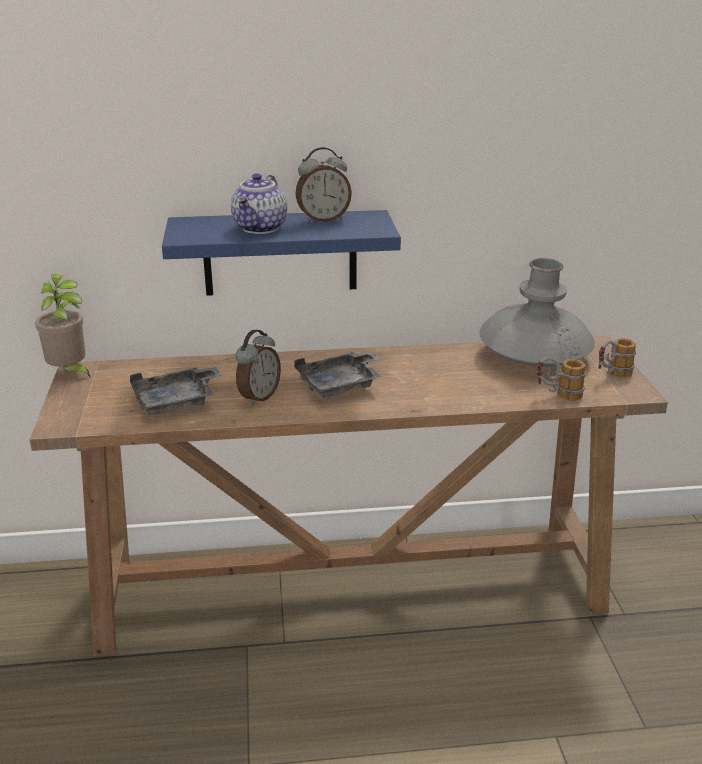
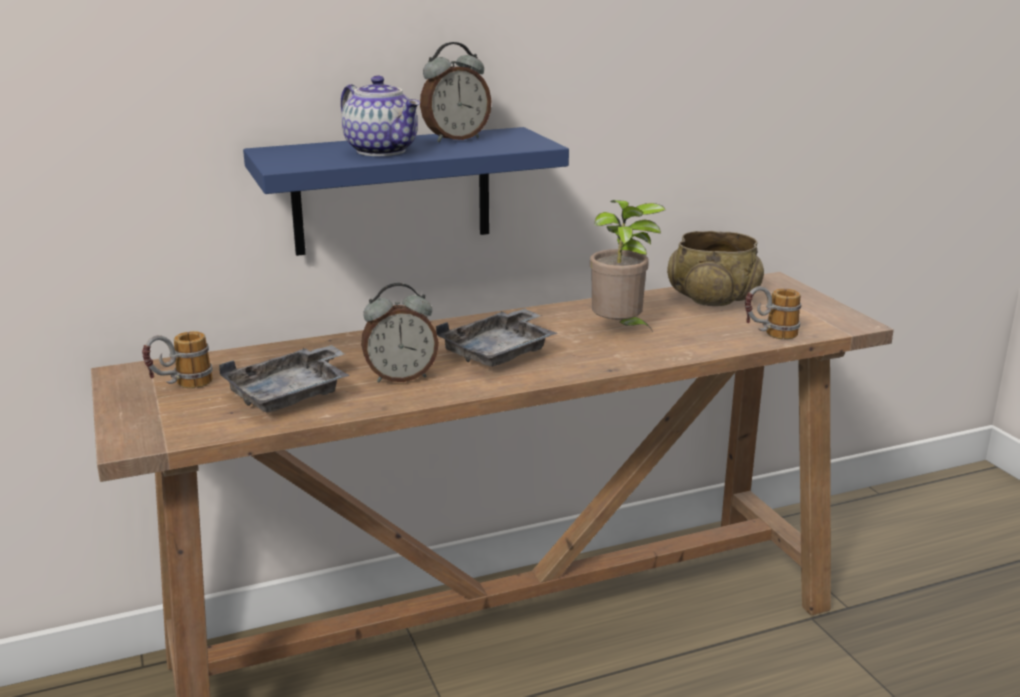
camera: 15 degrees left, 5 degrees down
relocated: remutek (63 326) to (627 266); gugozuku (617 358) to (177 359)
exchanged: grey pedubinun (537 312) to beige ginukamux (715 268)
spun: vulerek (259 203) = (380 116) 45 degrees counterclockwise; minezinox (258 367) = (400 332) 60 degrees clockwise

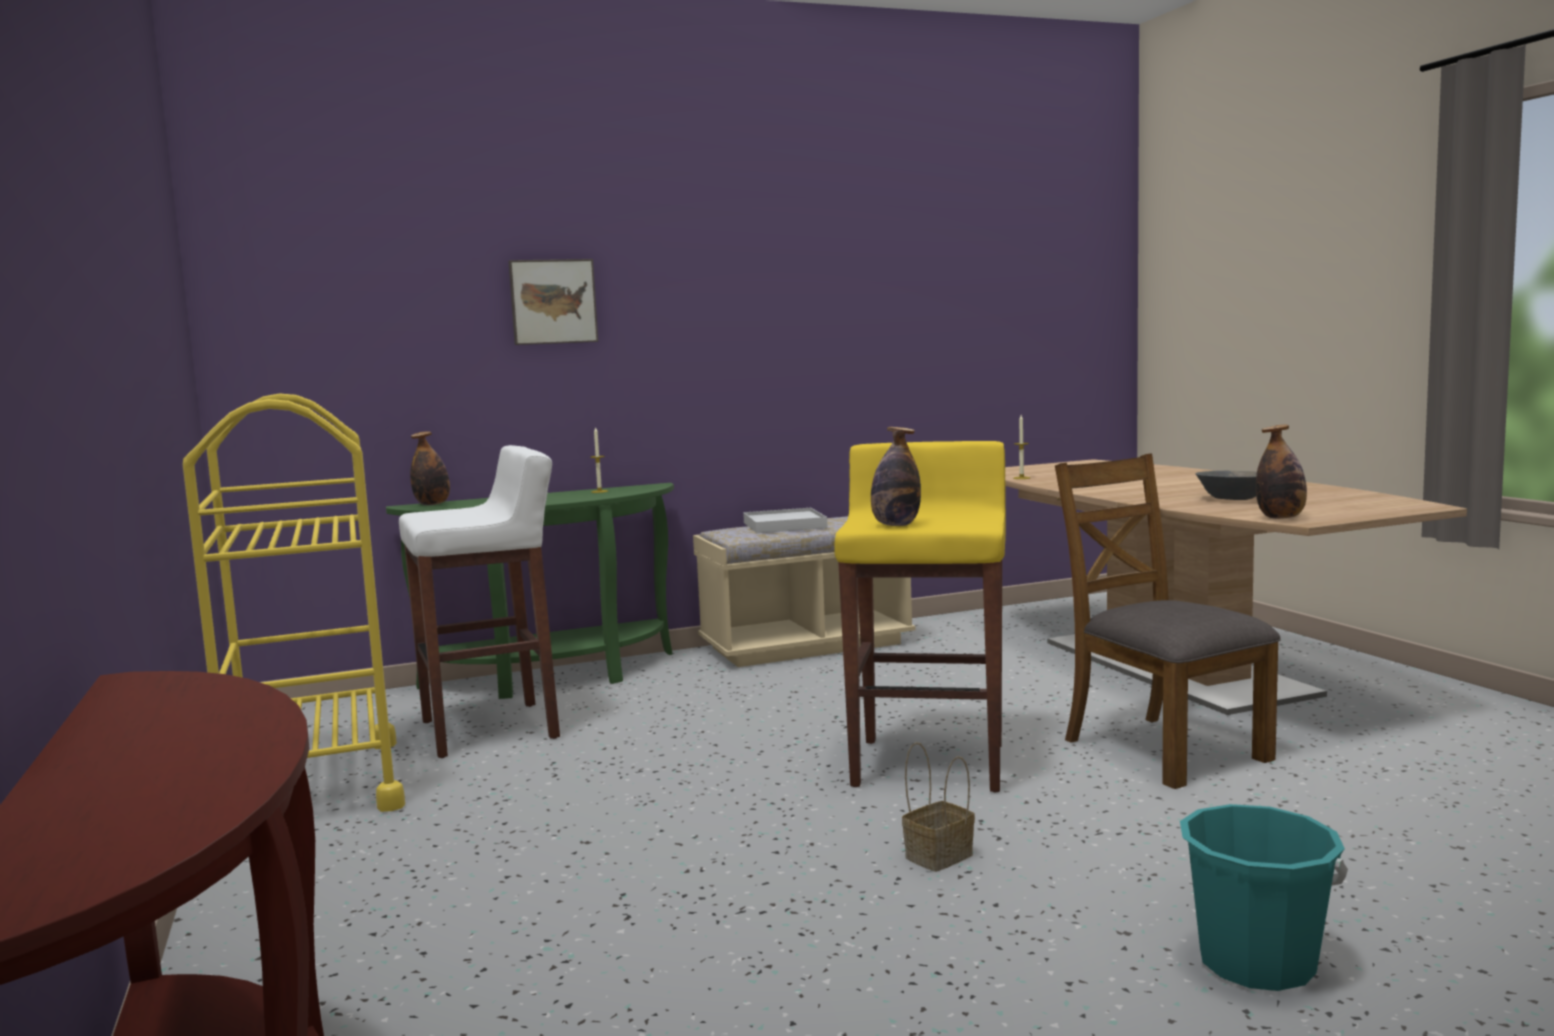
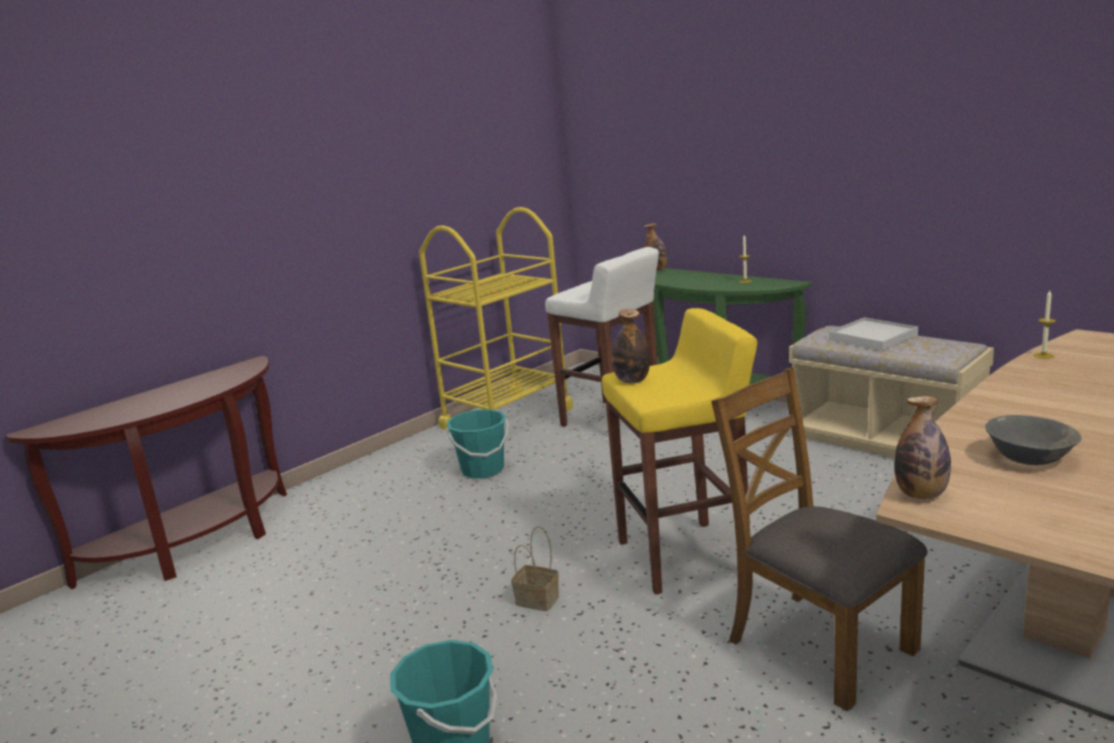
camera: 65 degrees right, 10 degrees up
missing: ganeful (553 302)
appeared: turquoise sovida (477 444)
spun: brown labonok (1168 621) = (819 539) 75 degrees counterclockwise

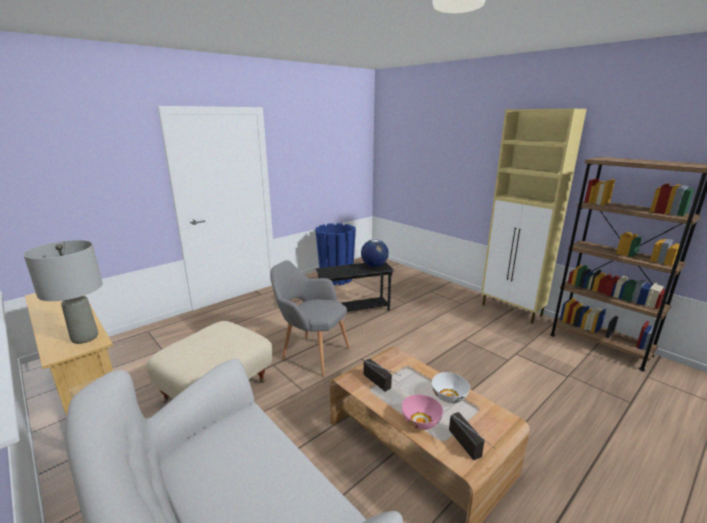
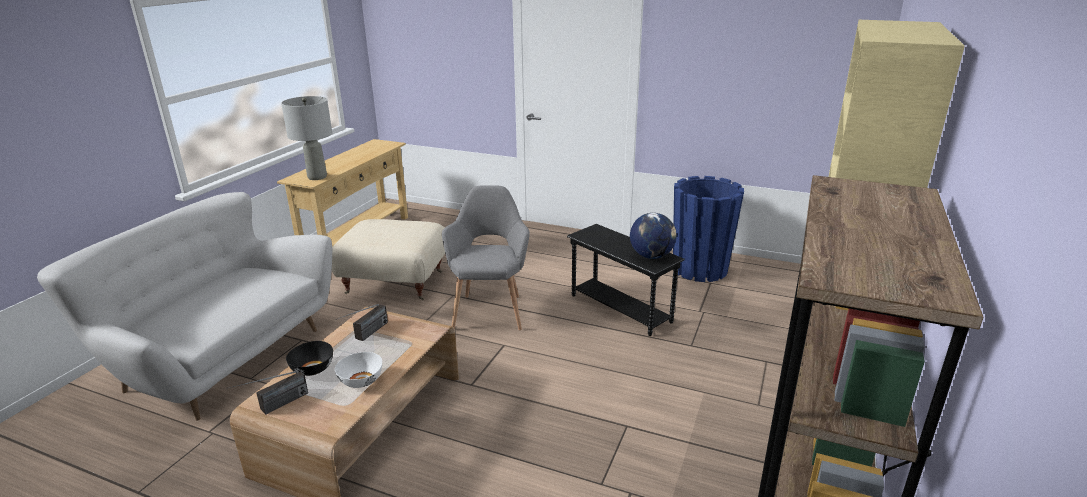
camera: 65 degrees right, 5 degrees up
colour: pink ginukamux (422 412) to black ginukamux (309 358)

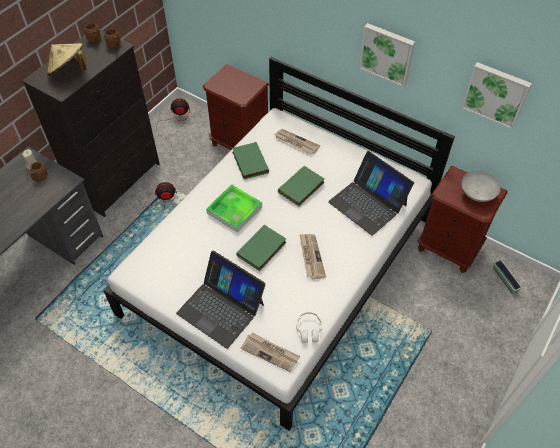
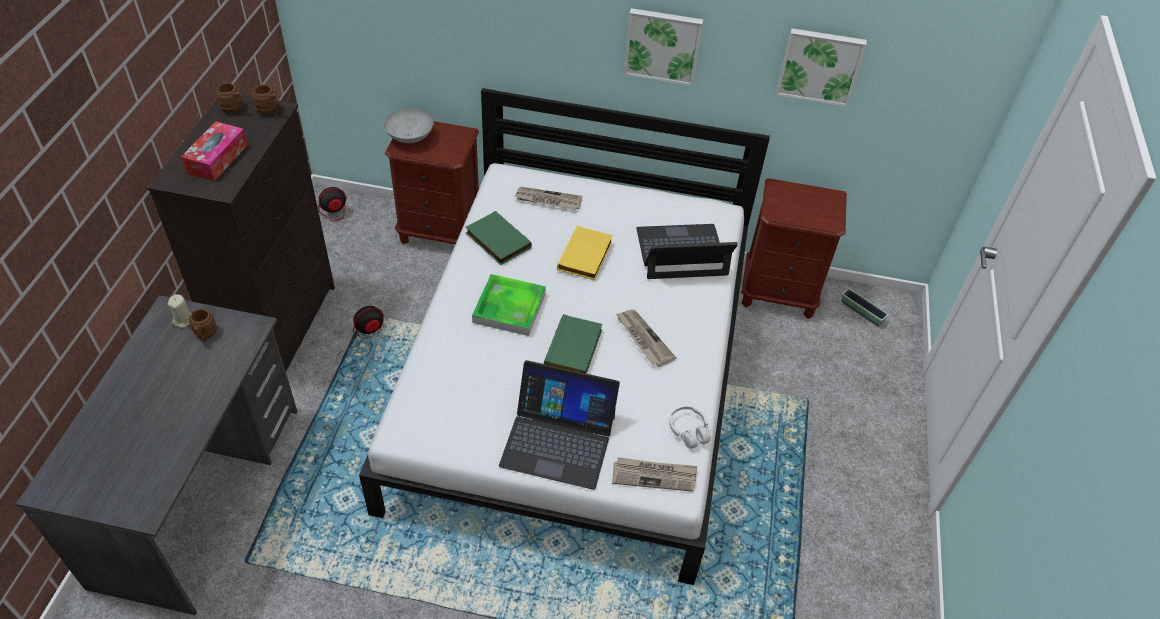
camera: 25 degrees left, 5 degrees down
relocated: grey ginukamux (481 186) to (409 125)
exchanged: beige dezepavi (66 59) to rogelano (214 151)
colour: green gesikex (301 186) to yellow gesikex (585 252)
spun: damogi (371 193) = (687 251) 150 degrees clockwise

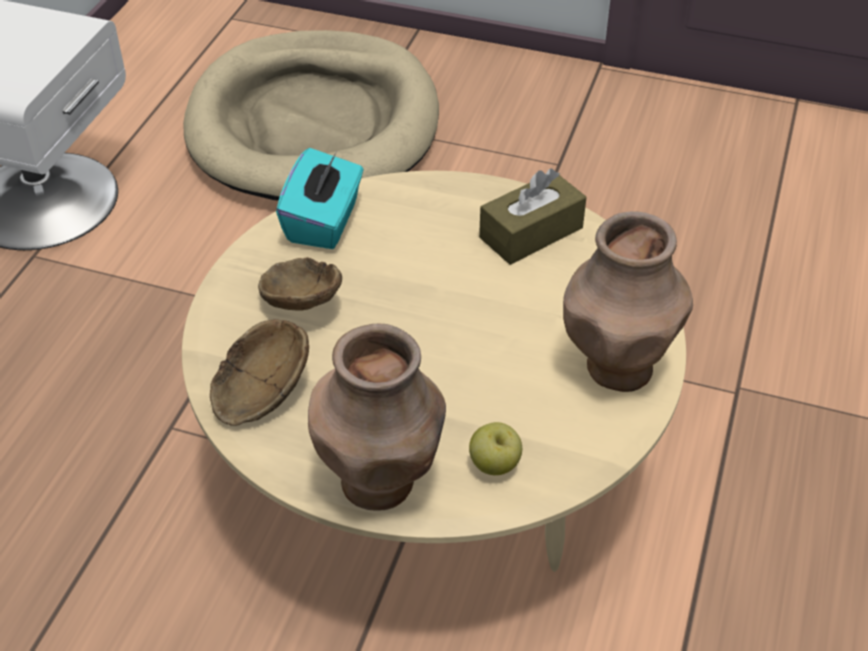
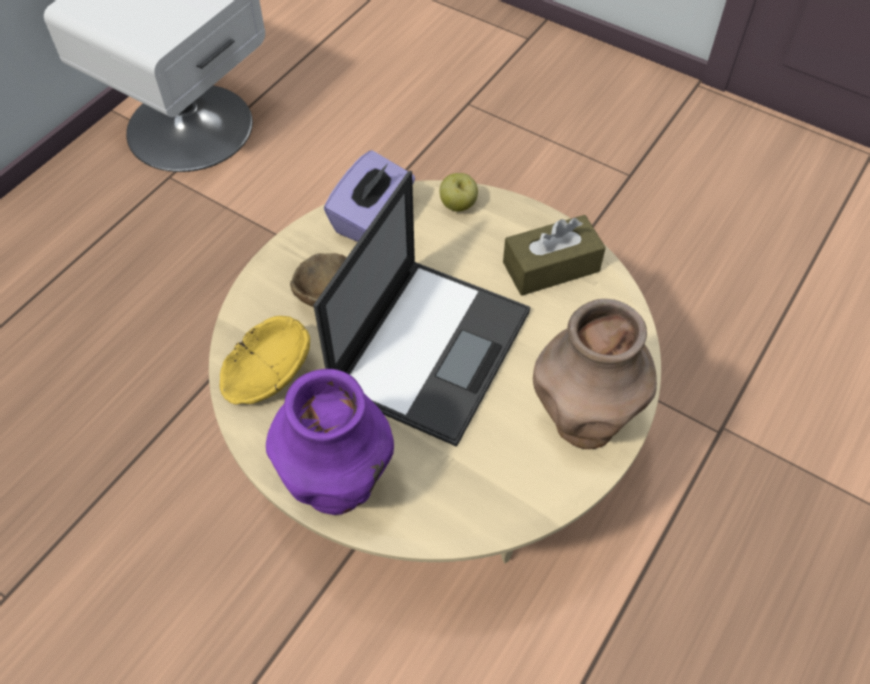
camera: 15 degrees right, 10 degrees up
missing: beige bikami (311 115)
appeared: damogi (421 309)
relocated: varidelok (495 448) to (459 192)
colour: brown ginukamux (259 372) to yellow ginukamux (265 360); turquoise rogelano (319 198) to purple rogelano (369 196); brown pedubinun (377 417) to purple pedubinun (330 442)

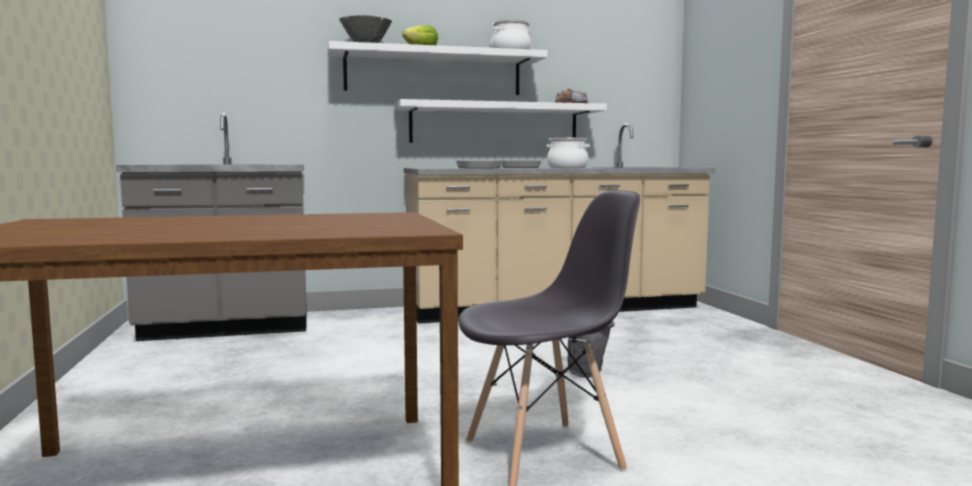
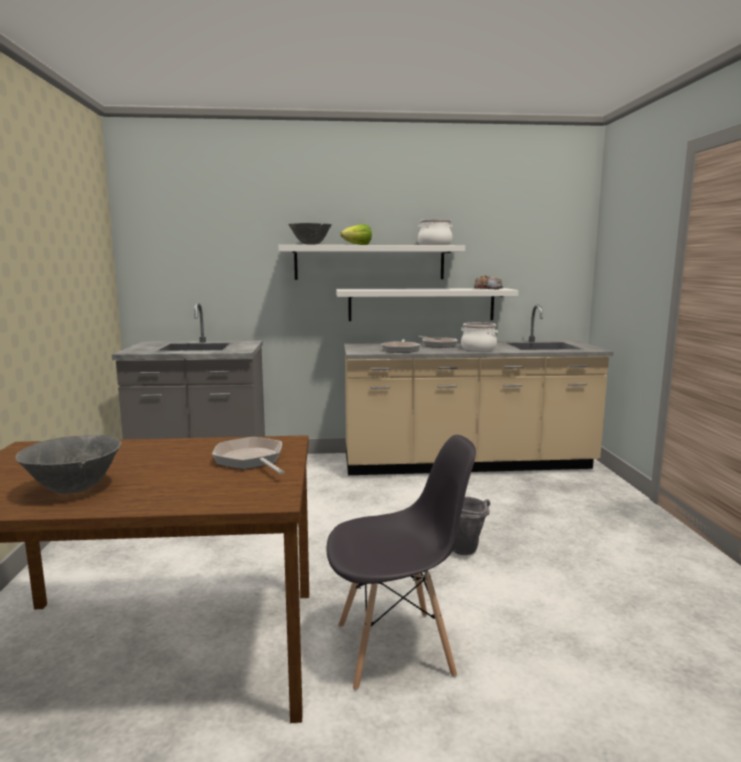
camera: 10 degrees right, 5 degrees up
appeared: grey ginukamux (68 464); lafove (248 455)

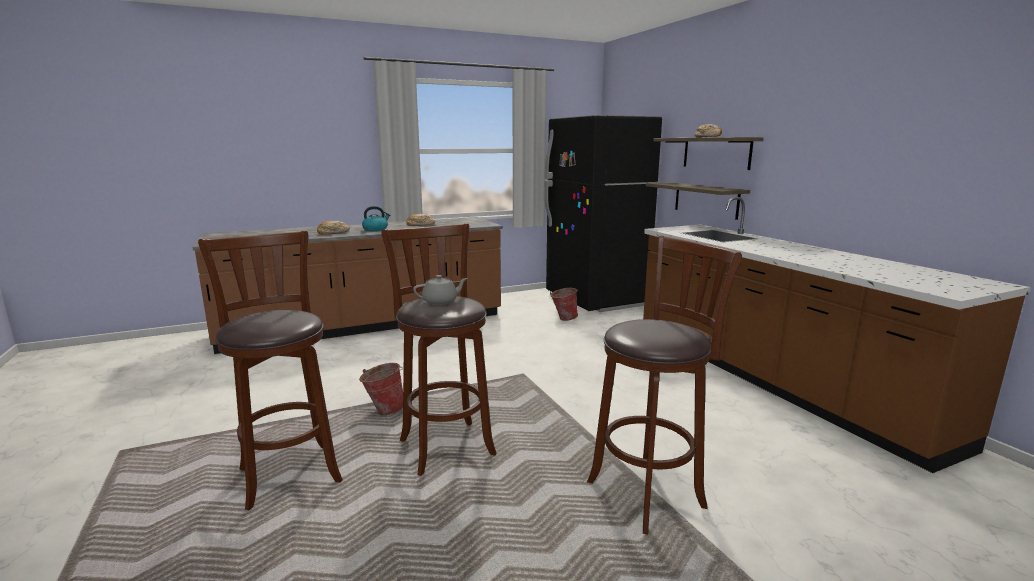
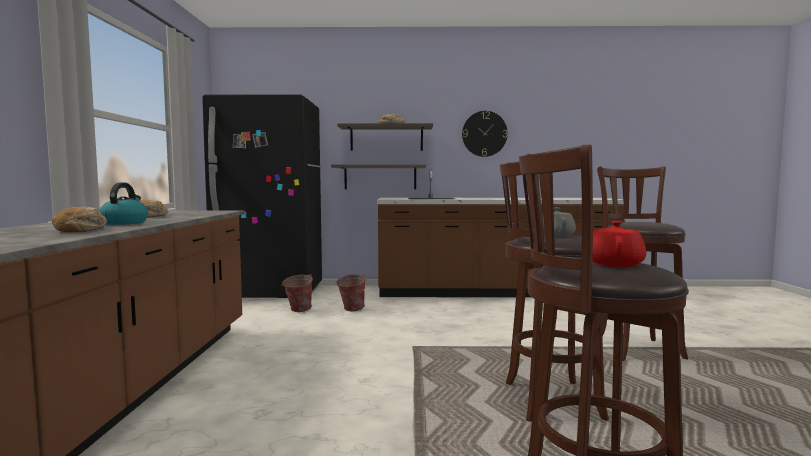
camera: 65 degrees left, 10 degrees down
appeared: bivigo (485 134); red vulerek (619 244)
relocated: sovida (381 389) to (350 292)

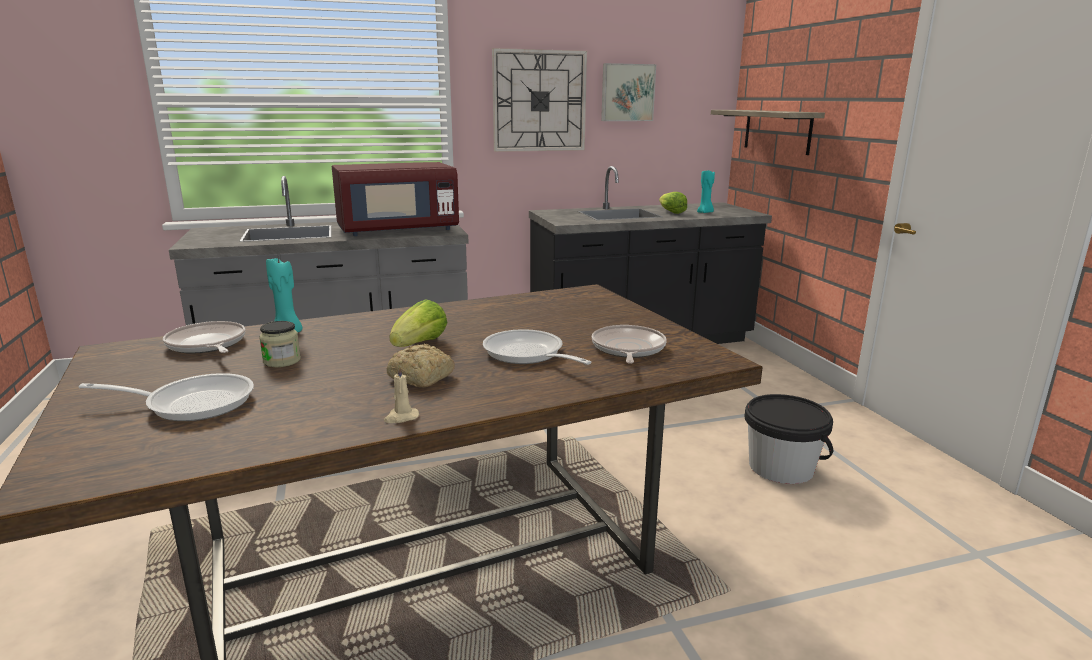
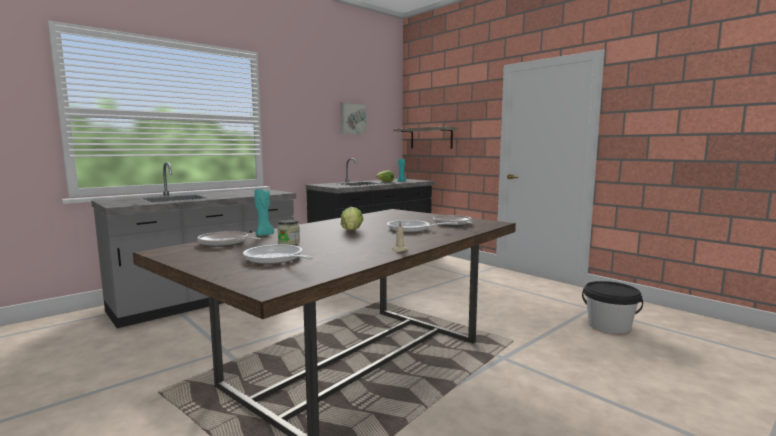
camera: 25 degrees left, 10 degrees down
missing: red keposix (395 199); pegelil (421 365); bivigo (539 100)
relocated: black sovida (788 439) to (612 307)
spun: lafove (166 397) = (278 254) 105 degrees counterclockwise

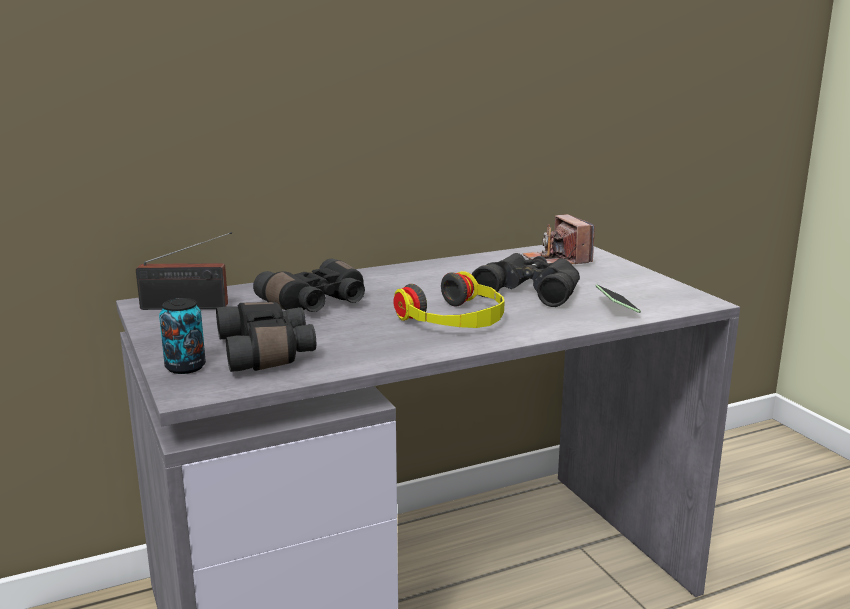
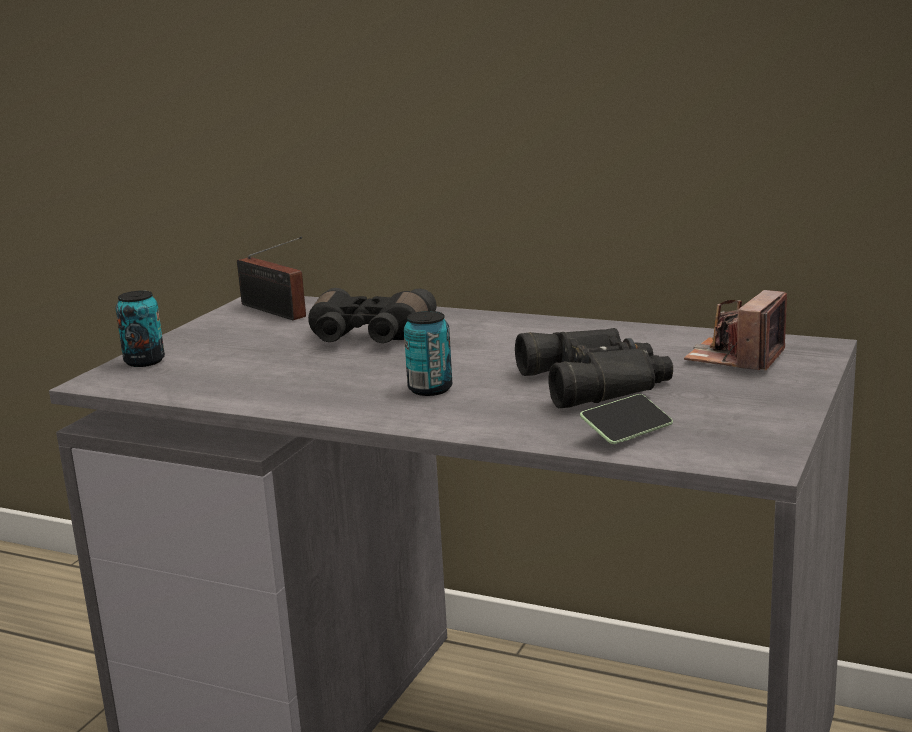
camera: 50 degrees right, 0 degrees up
missing: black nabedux (266 337)
exchanged: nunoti (449 299) to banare (428 353)

